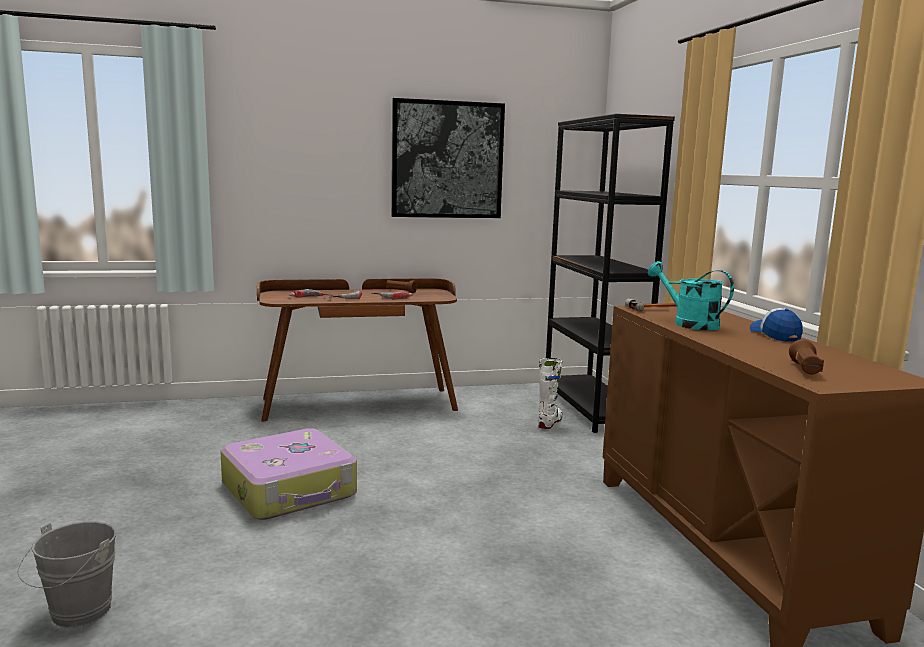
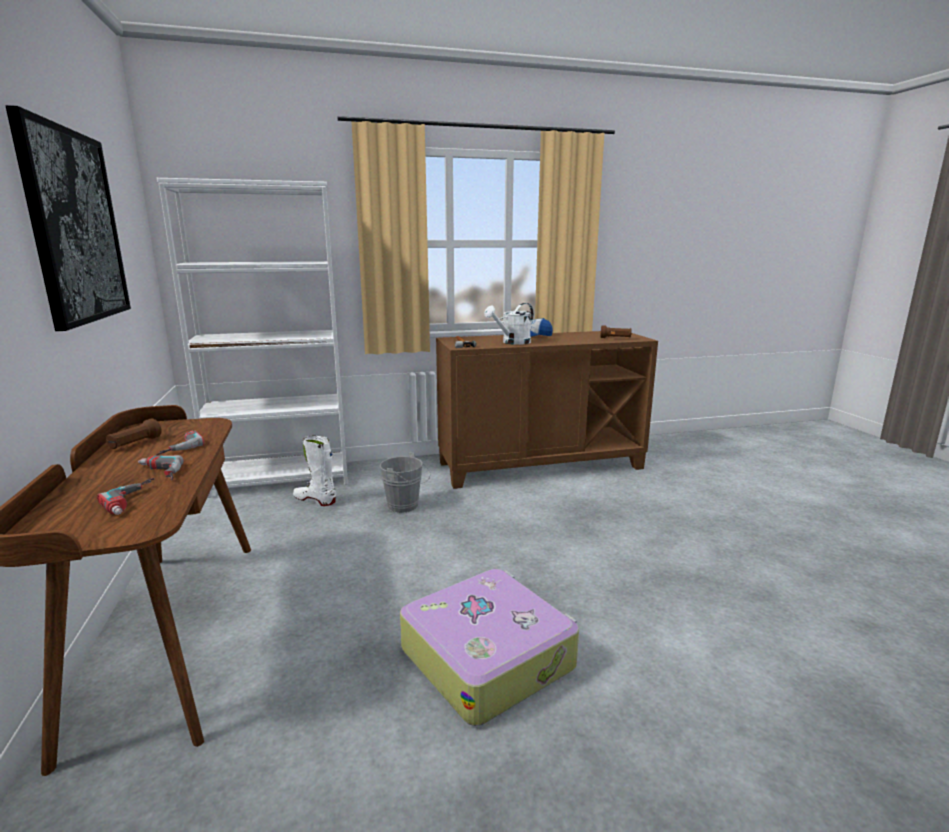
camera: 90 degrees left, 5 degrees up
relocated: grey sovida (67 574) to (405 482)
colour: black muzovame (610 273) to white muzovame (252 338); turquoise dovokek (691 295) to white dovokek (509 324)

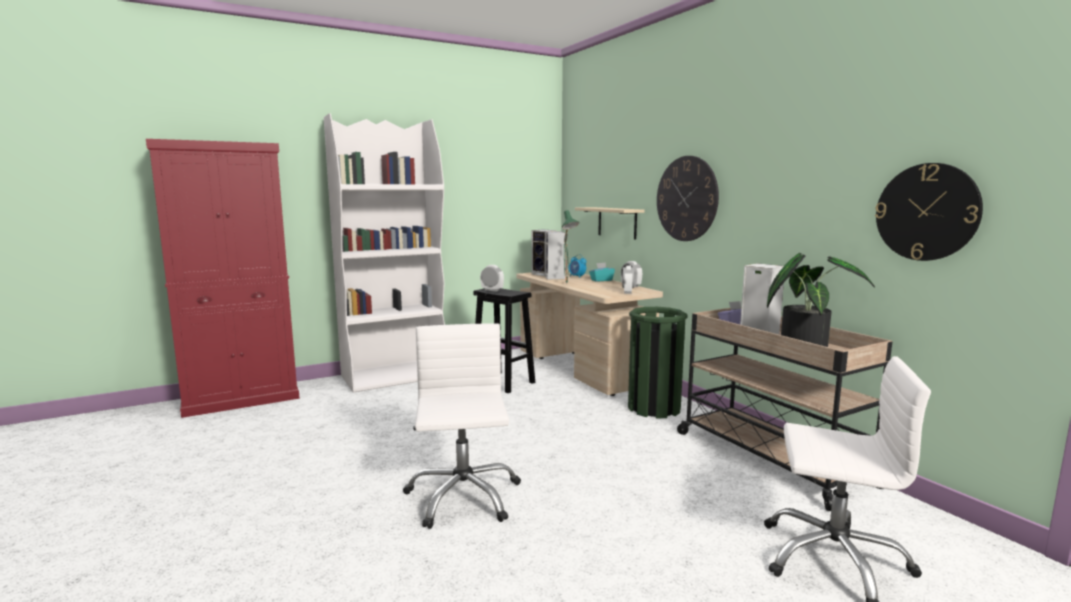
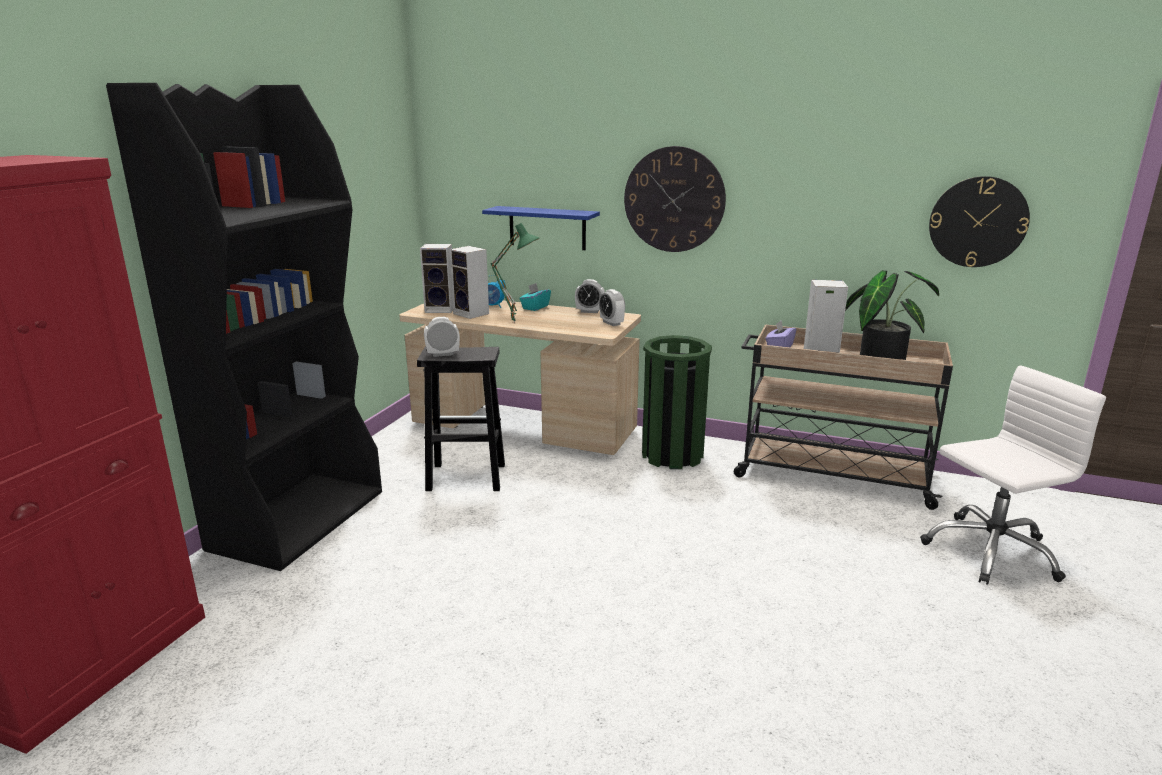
camera: 40 degrees left, 10 degrees up
missing: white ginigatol (462 426)
colour: white muzovame (384 253) to black muzovame (244 327); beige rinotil (609 223) to blue rinotil (541 228)

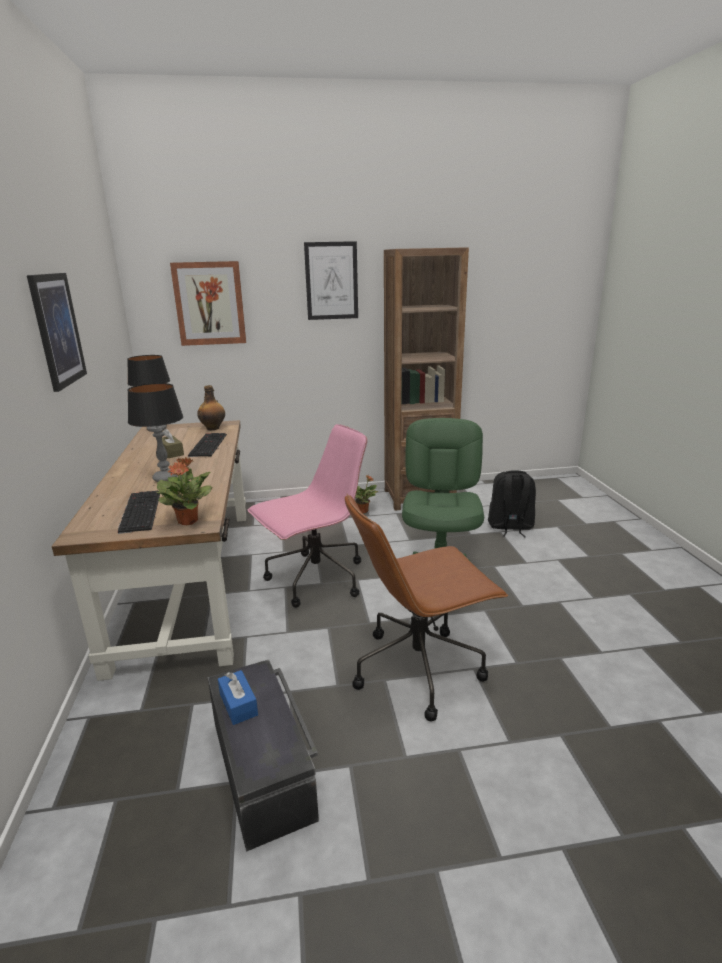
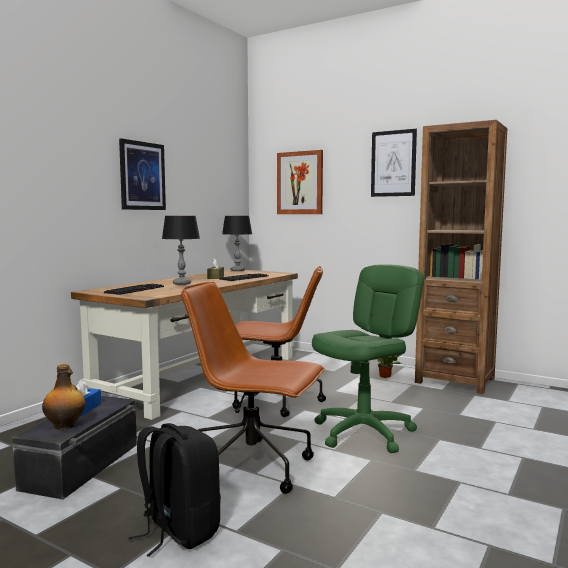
camera: 40 degrees right, 15 degrees down
missing: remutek (184 491)
relocated: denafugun (211 407) to (63 397); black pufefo (512 503) to (174 490)
colour: pink ginigatol (308 516) to brown ginigatol (279 341)

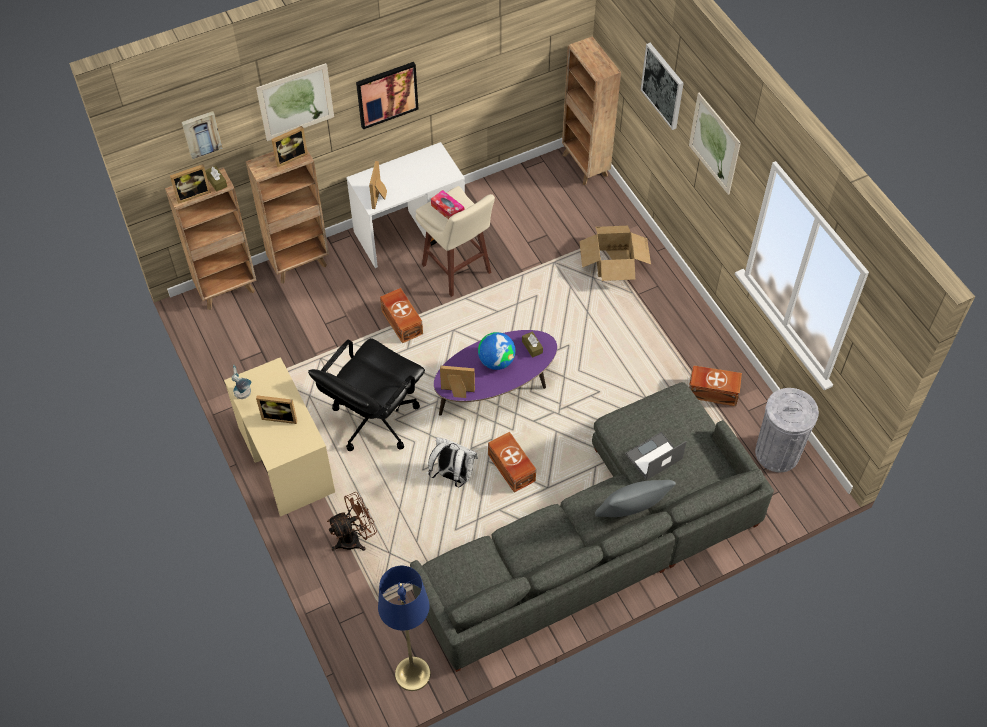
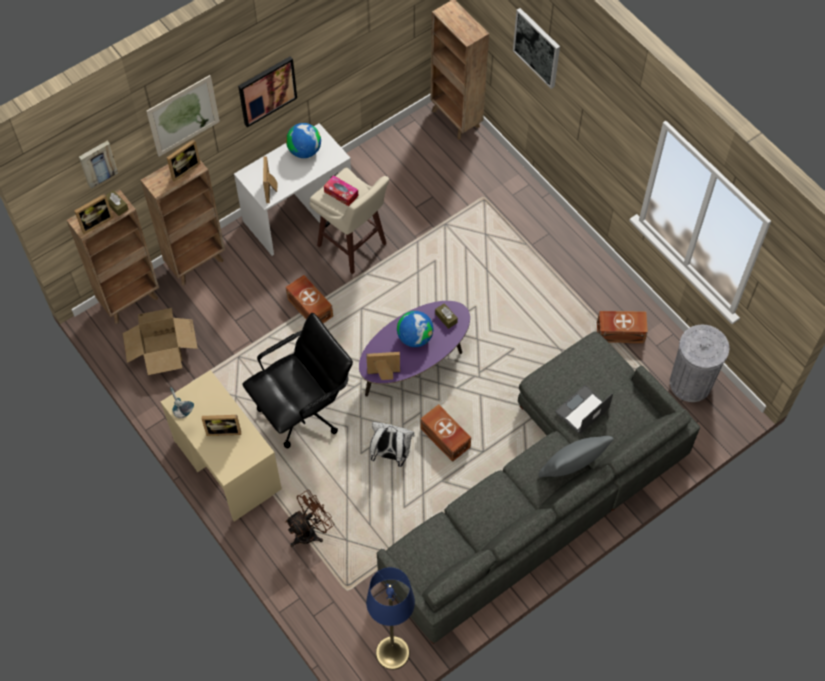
camera: 10 degrees left, 5 degrees up
missing: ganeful (715 144)
appeared: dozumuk (303 140)
relocated: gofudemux (615 253) to (160 341)
spun: black ginigatol (366 394) = (297 380) 150 degrees counterclockwise

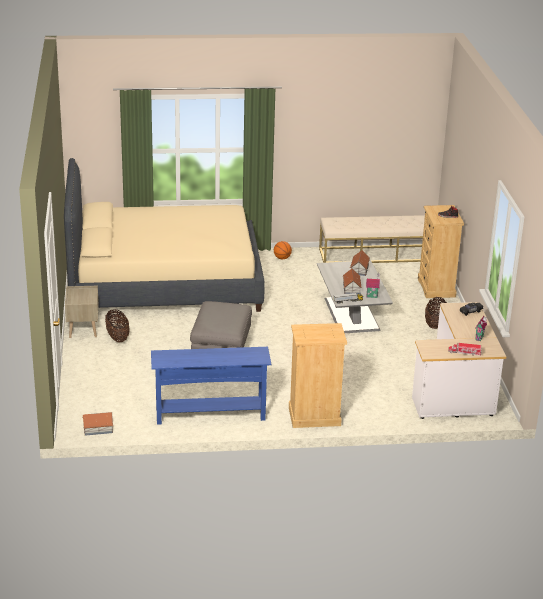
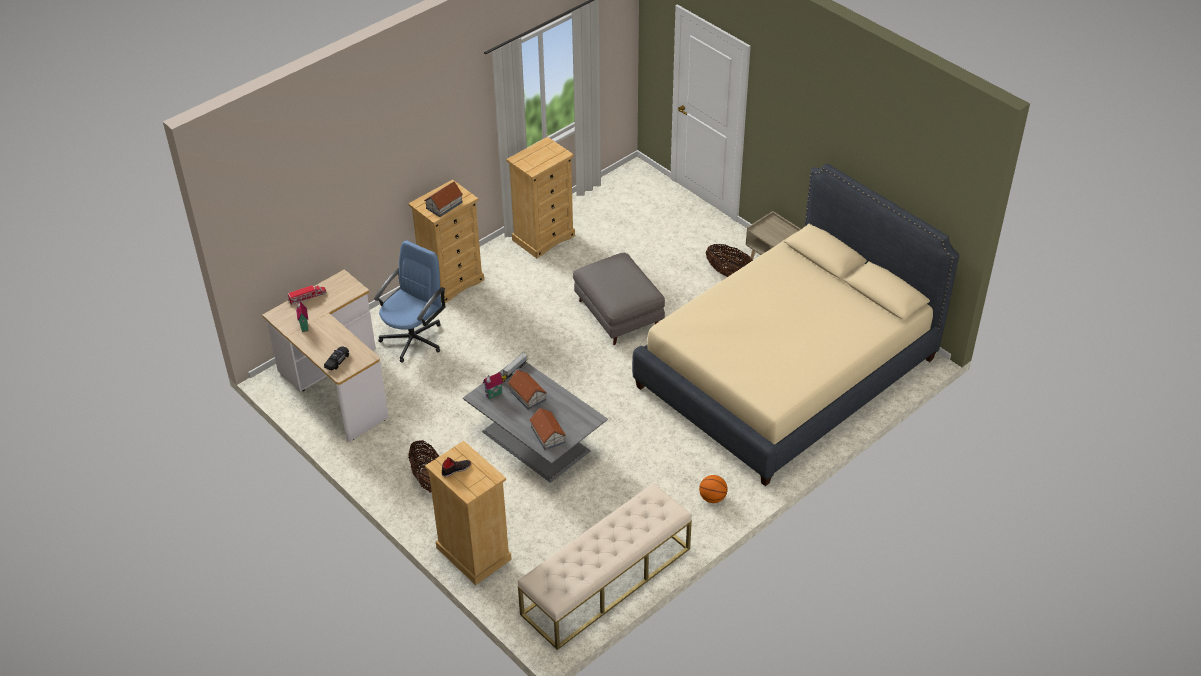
camera: 145 degrees right, 15 degrees up
appeared: blue ginigatol (410 301)
relocated: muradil (98 424) to (443 199)
exchanged: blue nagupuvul (211 386) to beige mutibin (540 198)

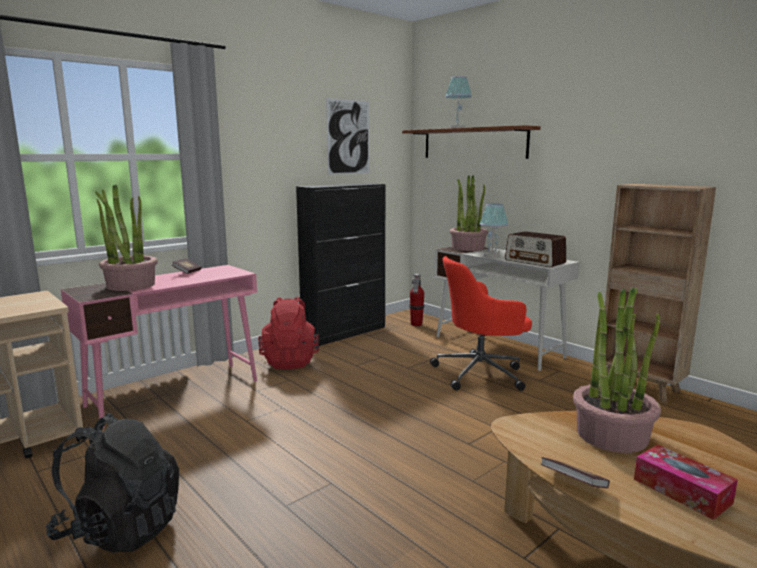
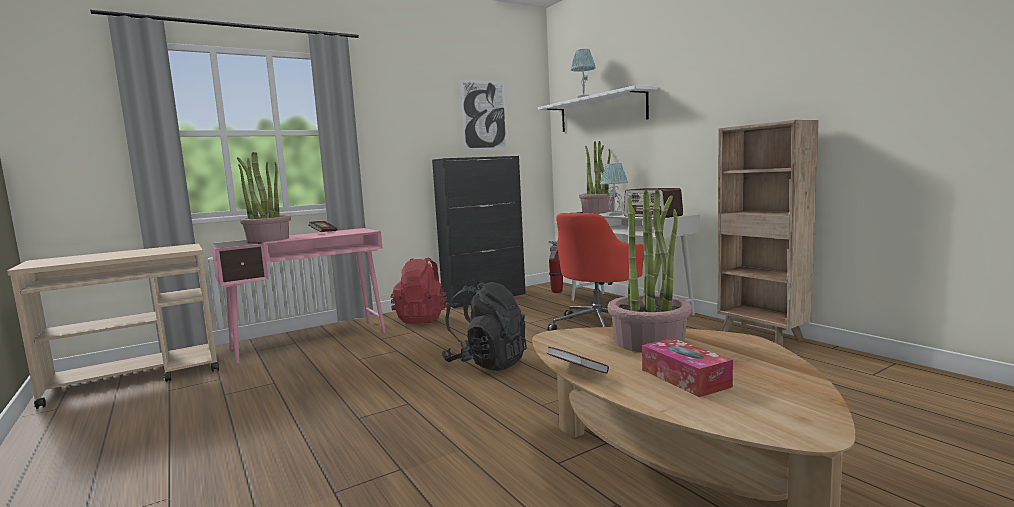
camera: 10 degrees right, 5 degrees down
relocated: black pufefo (112 483) to (484 326)
colour: brown rinotil (471 142) to white rinotil (597 108)
spun: red ginigatol (481 323) = (595 272) 45 degrees counterclockwise

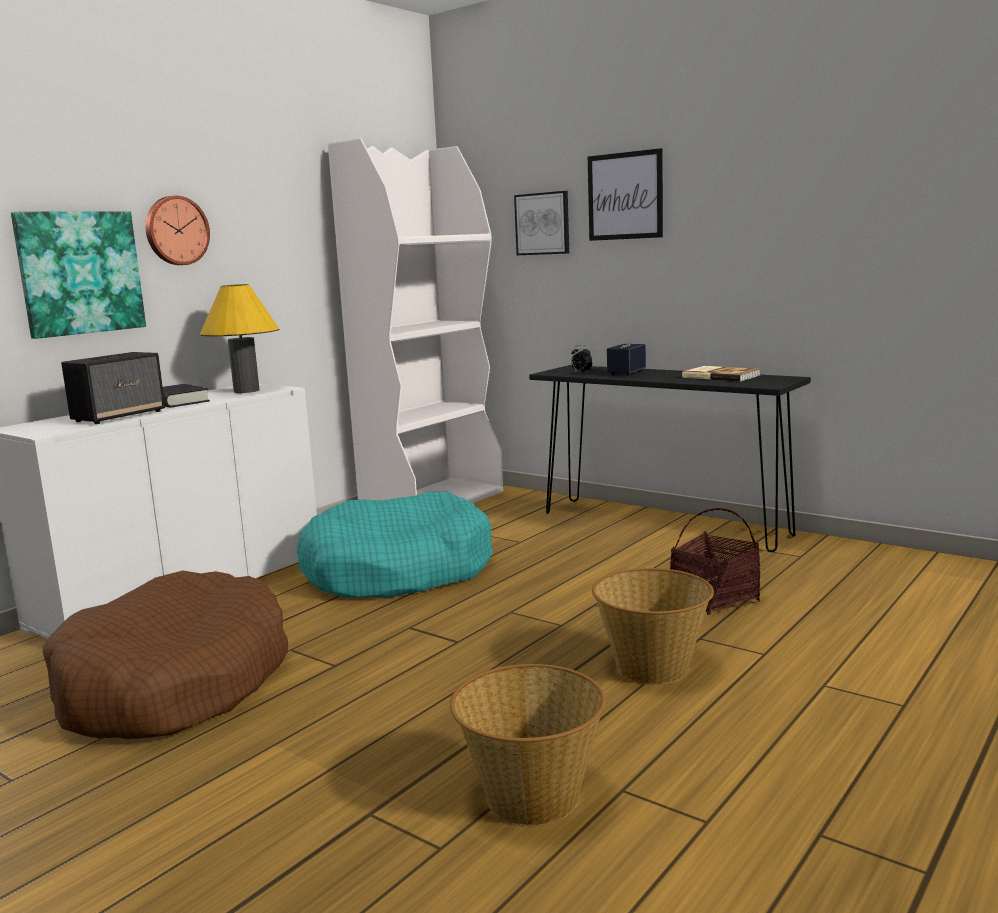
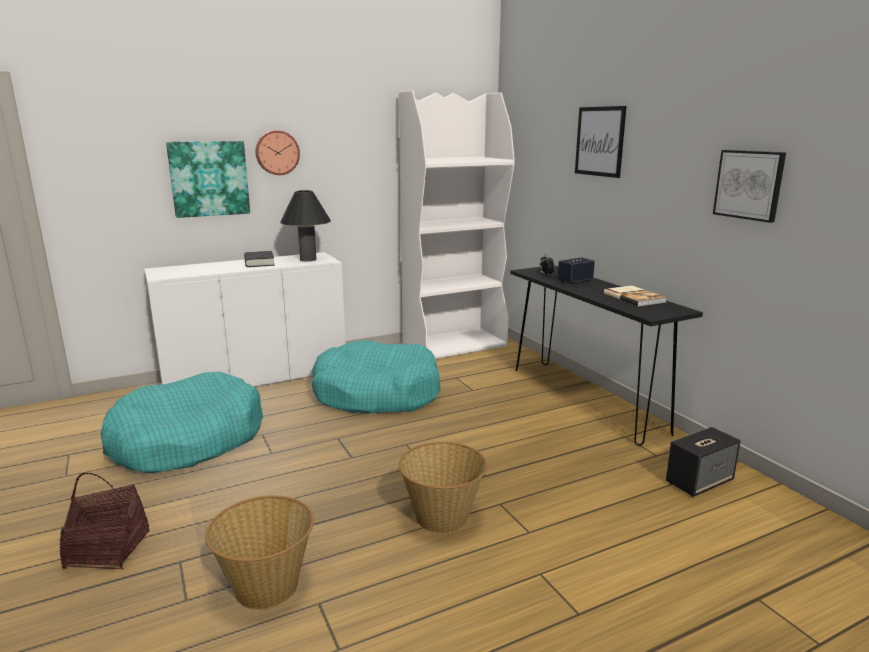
camera: 25 degrees right, 5 degrees up
relocated: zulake (113 388) to (703 462); ganeful (541 223) to (749 186); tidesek (715 561) to (104 521)
colour: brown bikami (165 655) to turquoise bikami (181 422); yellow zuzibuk (239 338) to black zuzibuk (305 225)

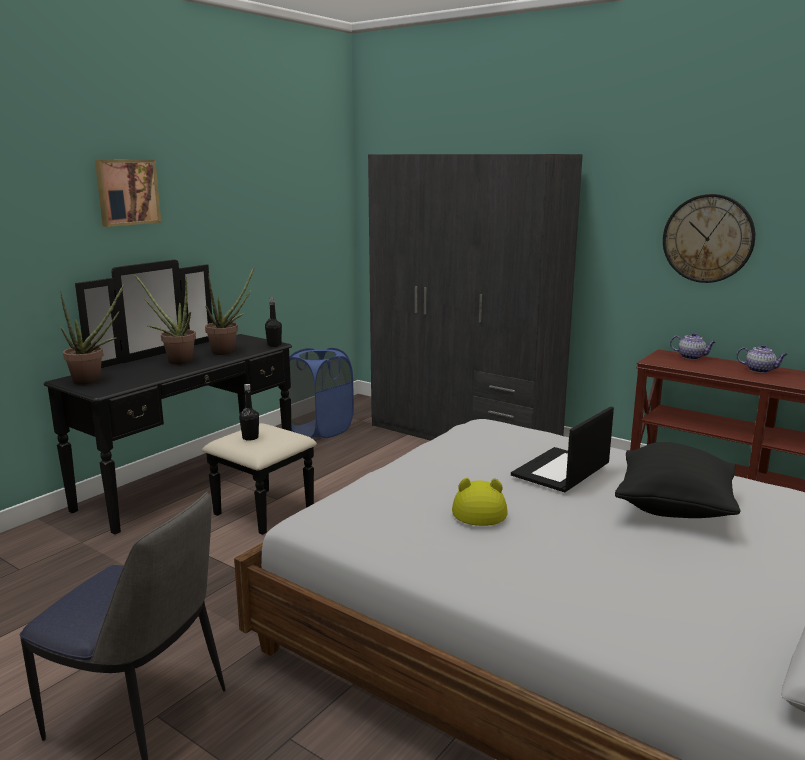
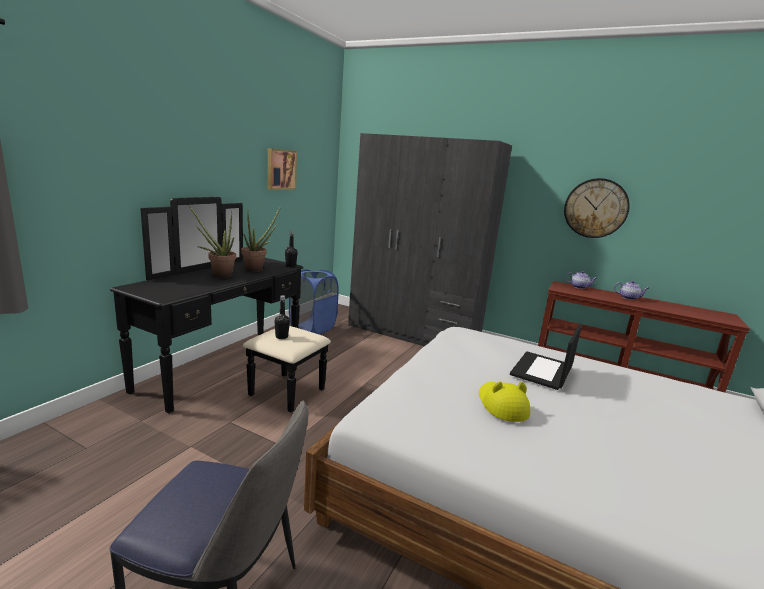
camera: 10 degrees left, 0 degrees up
missing: remutek (92 334); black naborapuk (678 480)
relocated: ganeful (128 193) to (282 169)

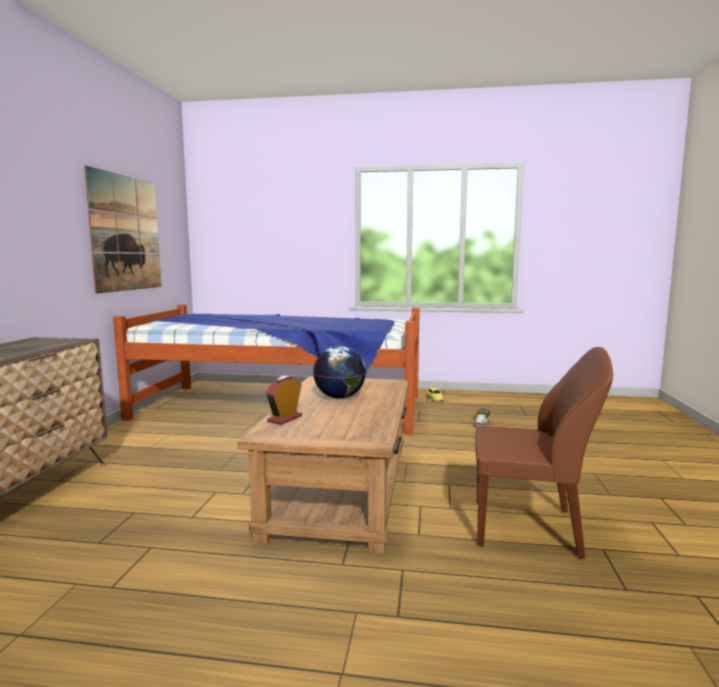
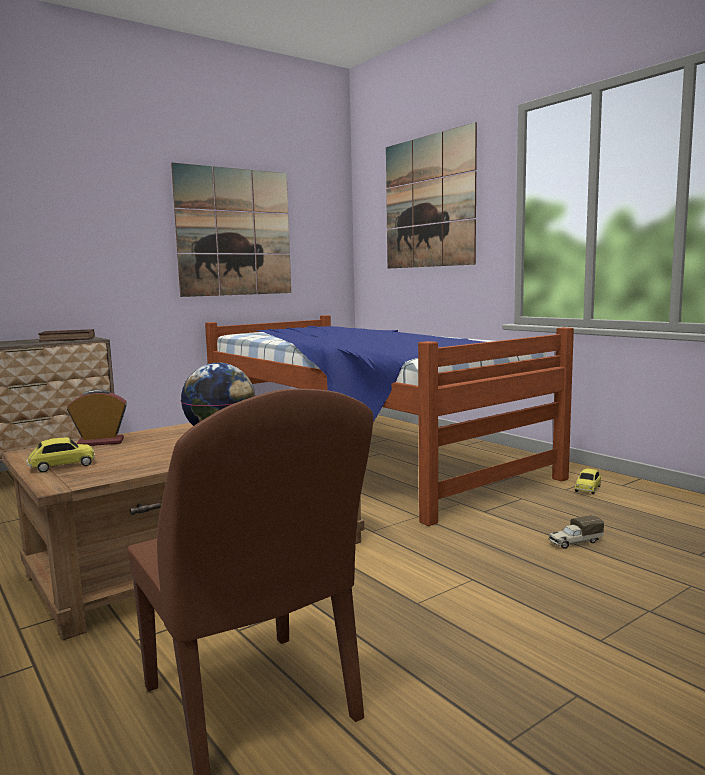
camera: 45 degrees right, 0 degrees up
appeared: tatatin (60 455); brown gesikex (66 335); ganeful (431 195)

